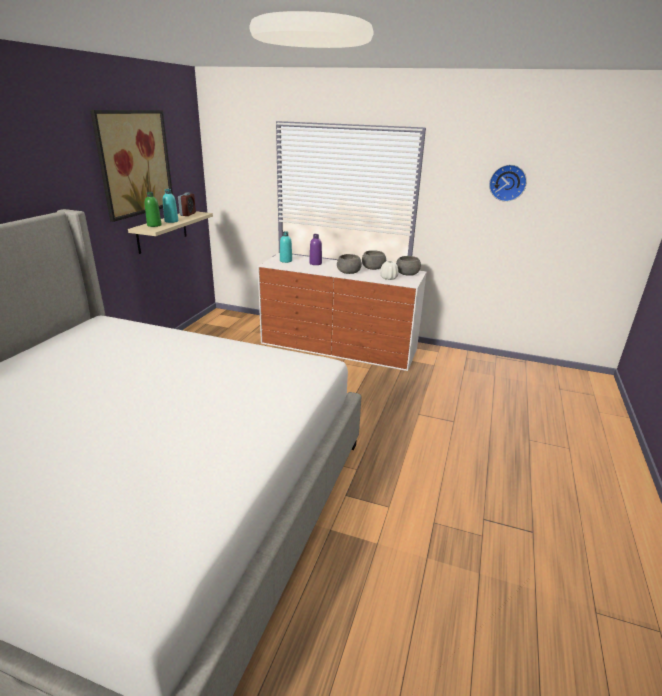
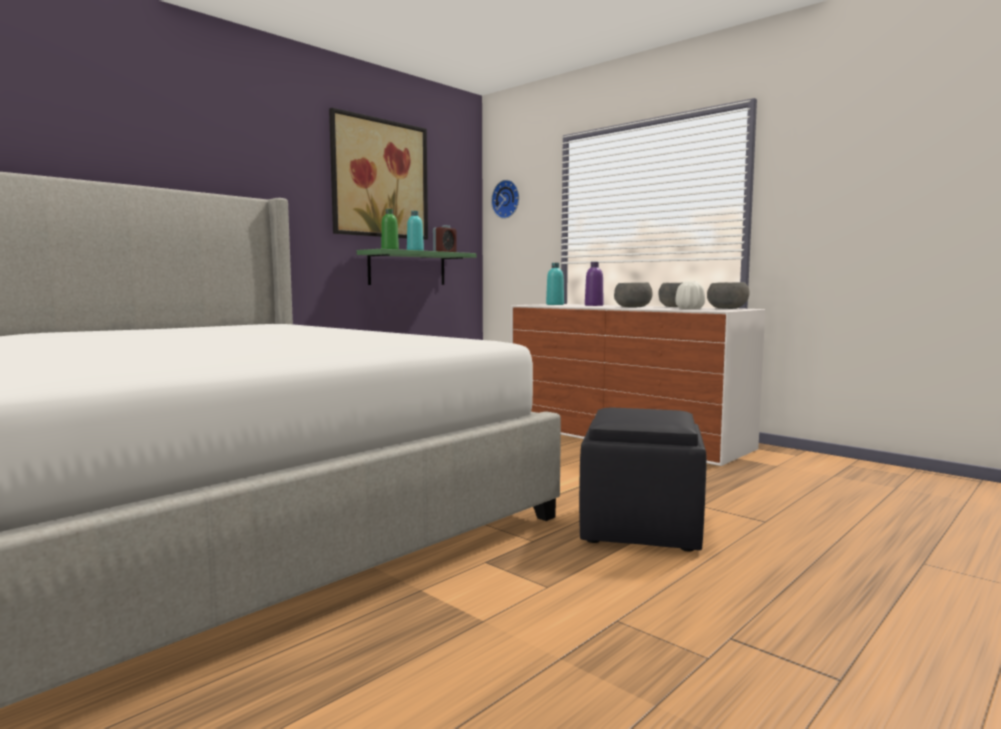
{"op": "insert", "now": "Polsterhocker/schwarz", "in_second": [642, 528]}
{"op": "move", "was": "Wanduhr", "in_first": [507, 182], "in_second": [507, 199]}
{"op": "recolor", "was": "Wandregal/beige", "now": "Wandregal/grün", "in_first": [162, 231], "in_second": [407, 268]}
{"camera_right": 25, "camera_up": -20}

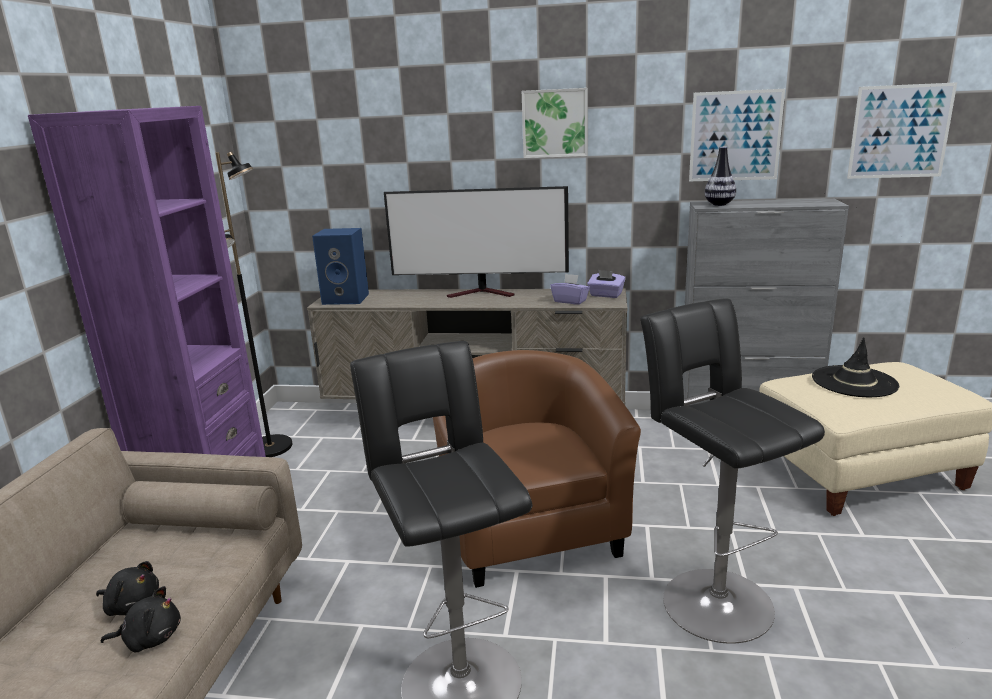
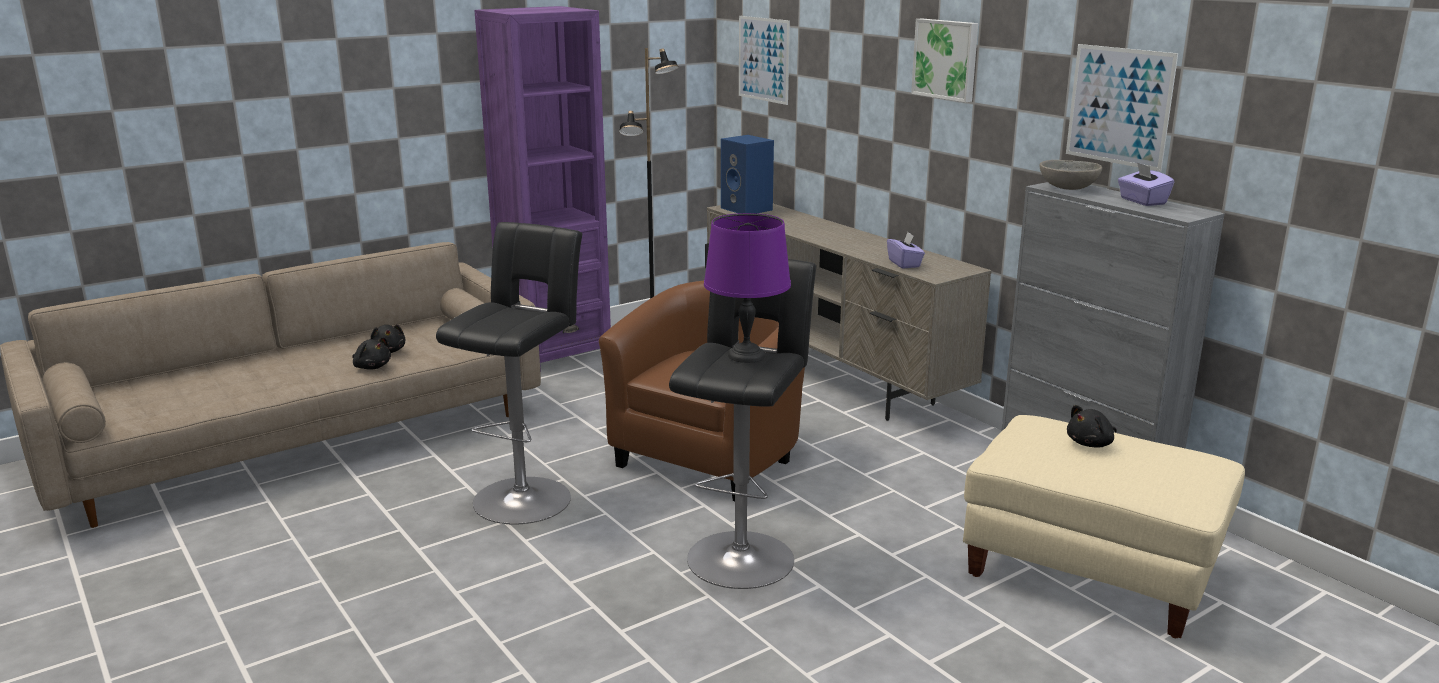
{"op": "delete", "was": "Fernseher", "in_first": [483, 293]}
{"op": "insert", "now": "Tischlampe/lila", "in_second": [745, 356]}
{"op": "move", "was": "Taschentuchbox/lila", "in_first": [606, 295], "in_second": [1142, 201]}
{"op": "move", "was": "Bild", "in_first": [900, 132], "in_second": [763, 59]}
{"op": "replace", "was": "Vase", "now": "Schüssel/grau", "in_first": [719, 204], "in_second": [1068, 188]}
{"op": "replace", "was": "Hut/schwarz", "now": "Plüschtier/schwarz", "in_first": [854, 382], "in_second": [1091, 444]}
{"camera_right": 45, "camera_up": 0}

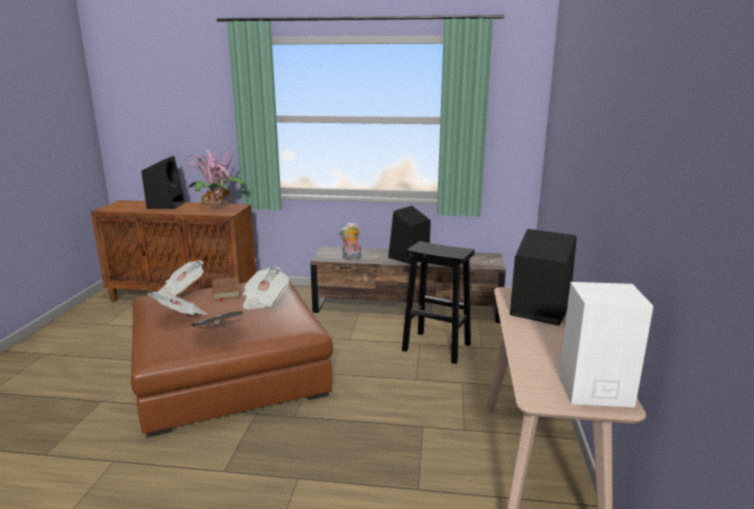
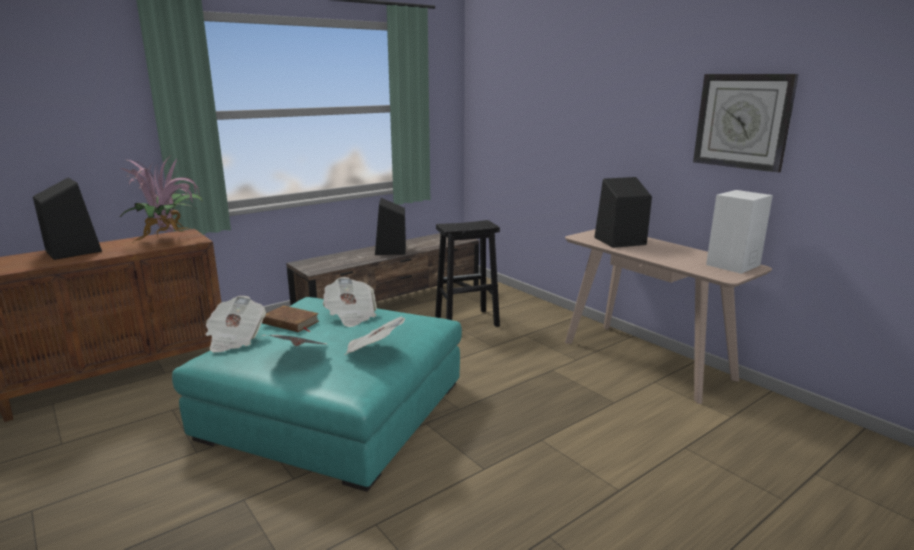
{"op": "delete", "was": "Plüschtier", "in_first": [351, 258]}
{"op": "insert", "now": "Wanduhr", "in_second": [743, 121]}
{"op": "recolor", "was": "Polsterhocker/braun", "now": "Polsterhocker/türkis", "in_first": [230, 372], "in_second": [334, 409]}
{"camera_right": -45, "camera_up": 0}

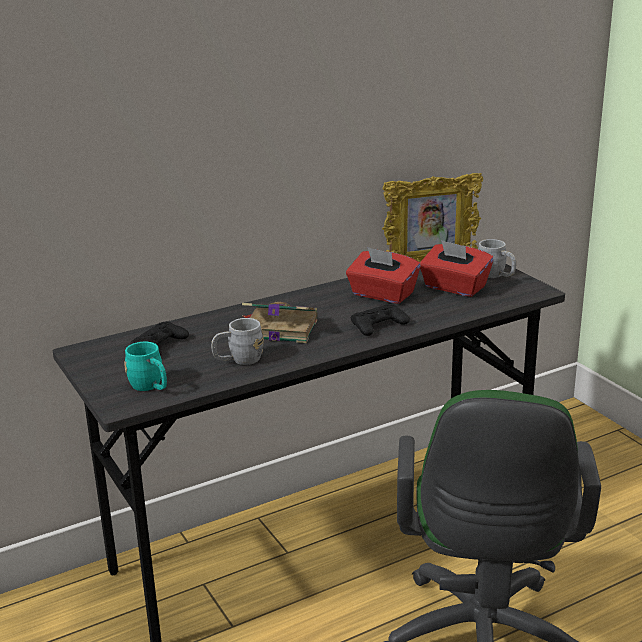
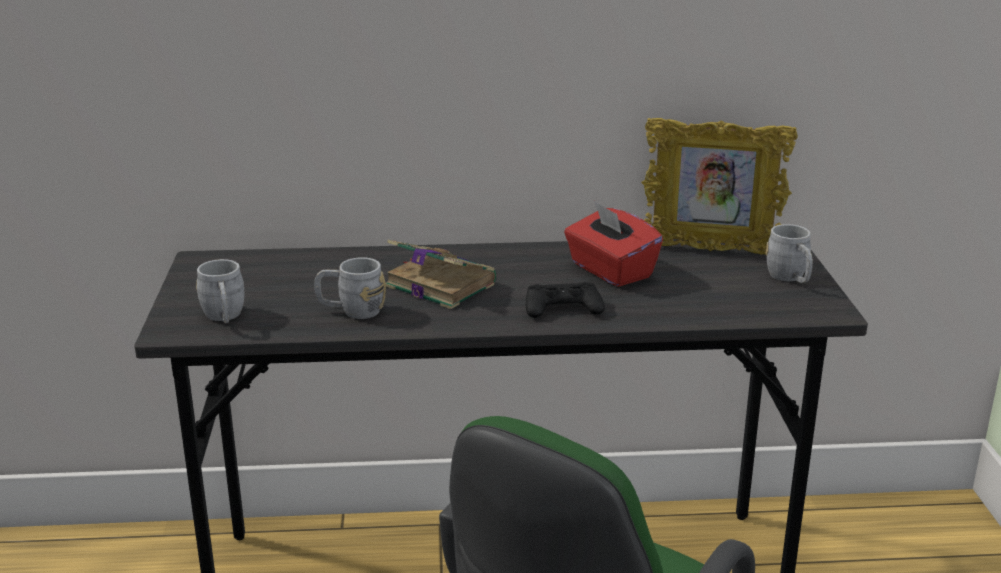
{"op": "delete", "was": "Gamepad/schwarz", "in_first": [159, 345]}
{"op": "delete", "was": "Taschentuchbox/rot", "in_first": [454, 287]}
{"op": "recolor", "was": "Henkelbecher/türkis", "now": "Henkelbecher/grau", "in_first": [150, 387], "in_second": [224, 318]}
{"camera_right": 25, "camera_up": 0}

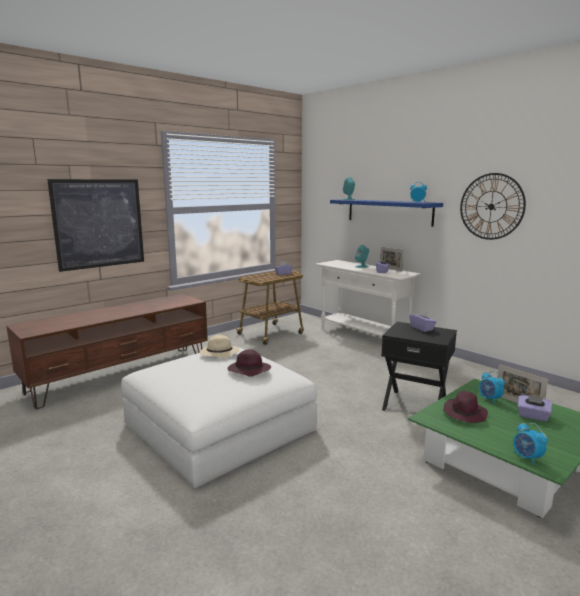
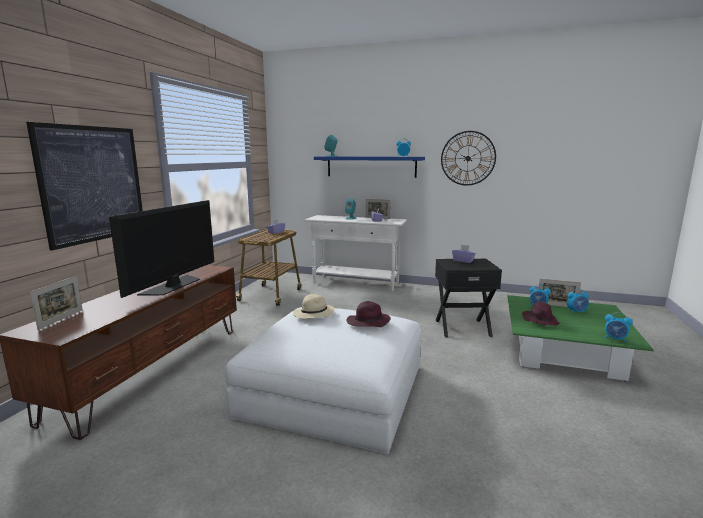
{"op": "insert", "now": "Bilderrahmen", "in_second": [61, 319]}
{"op": "insert", "now": "Fernseher", "in_second": [173, 285]}
{"op": "replace", "was": "Taschentuchbox/lila", "now": "Wecker", "in_first": [532, 416], "in_second": [576, 312]}
{"camera_right": -30, "camera_up": 0}

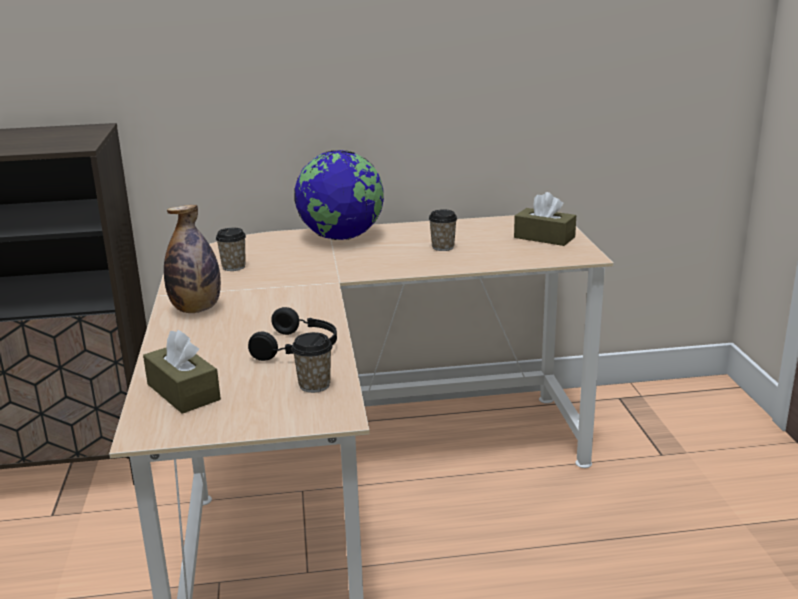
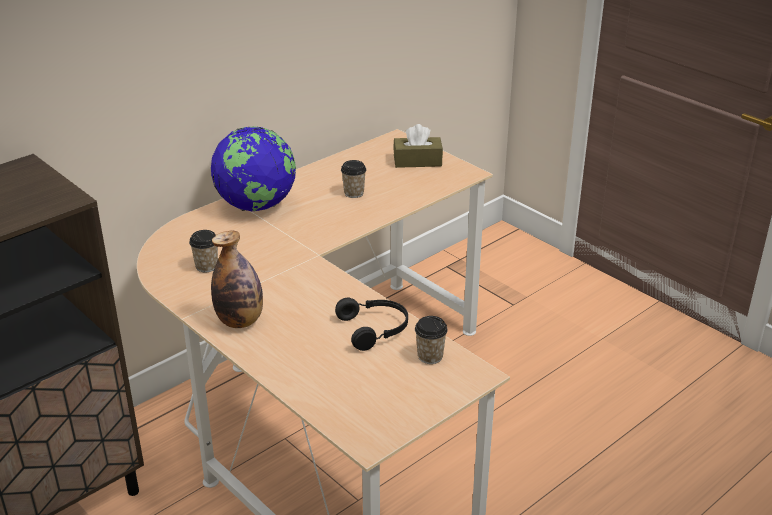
{"op": "delete", "was": "Taschentuchbox/braun", "in_first": [183, 392]}
{"camera_right": -35, "camera_up": 10}

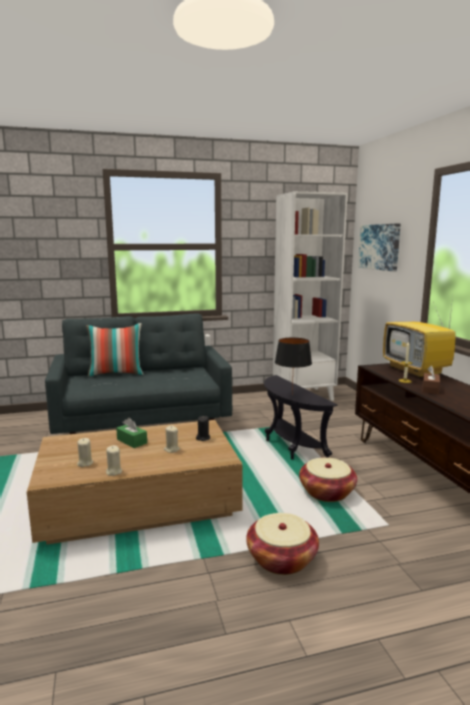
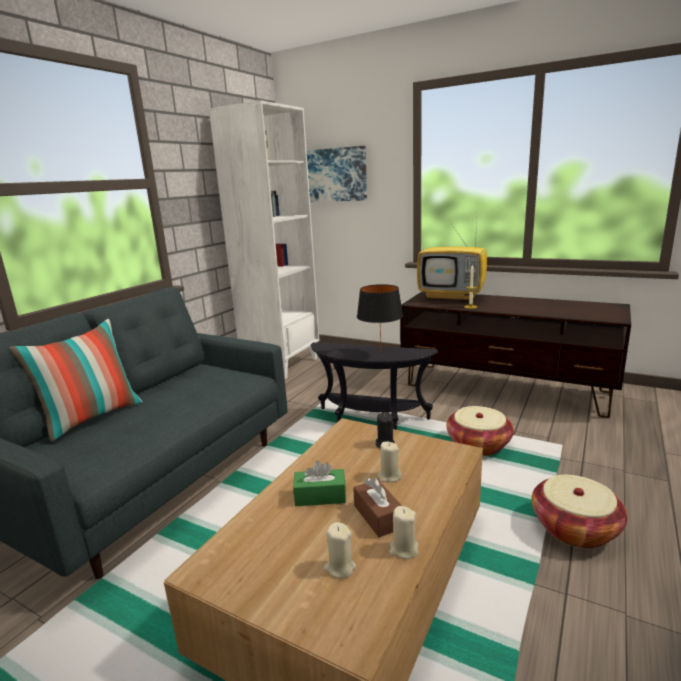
{"op": "move", "was": "Taschentuchbox/braun", "in_first": [430, 389], "in_second": [378, 516]}
{"camera_right": -45, "camera_up": 5}

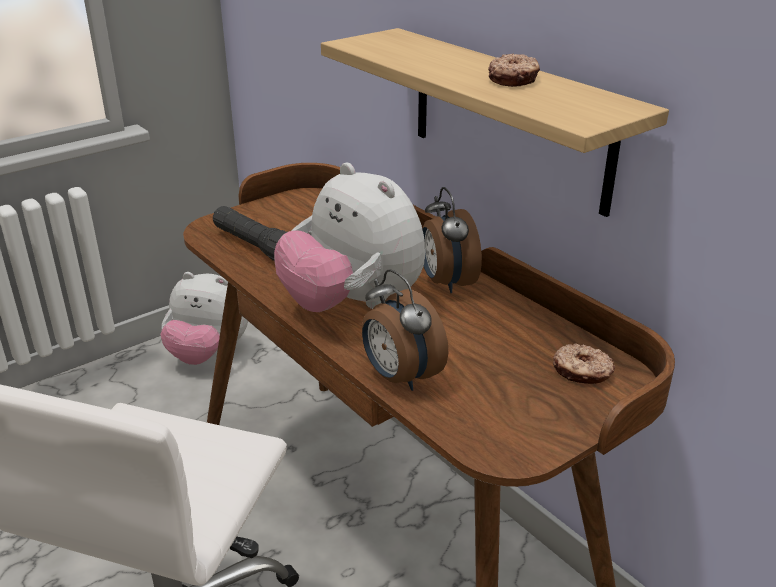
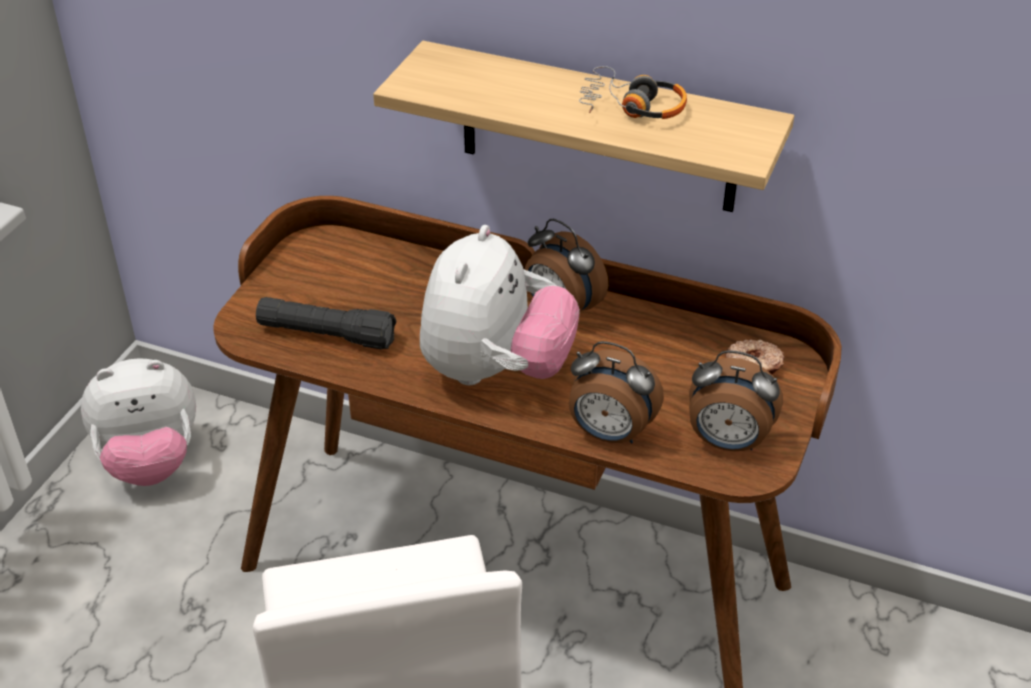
{"op": "insert", "now": "Wecker", "in_second": [727, 442]}
{"op": "replace", "was": "Donut", "now": "Kopfhörer", "in_first": [514, 79], "in_second": [631, 107]}
{"op": "rotate", "was": "Plüschtier", "in_first": [352, 305], "in_second": [495, 371], "clockwise": -90}
{"camera_right": -30, "camera_up": 10}

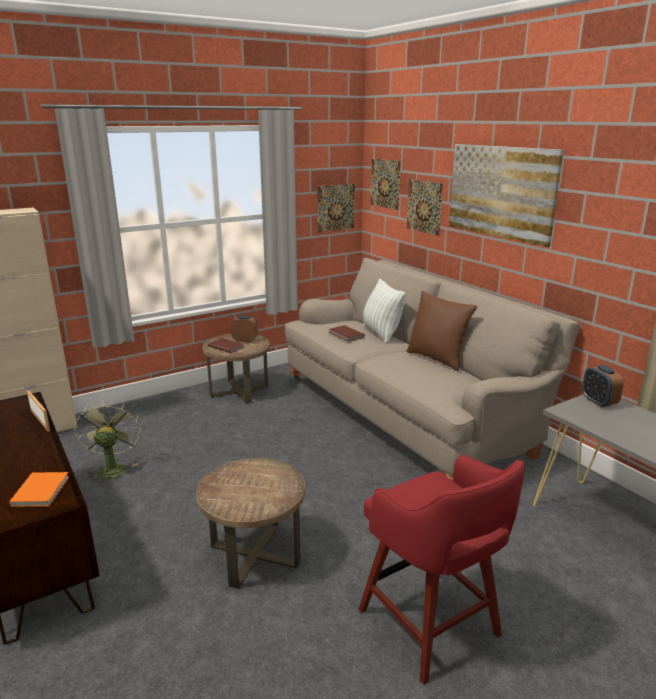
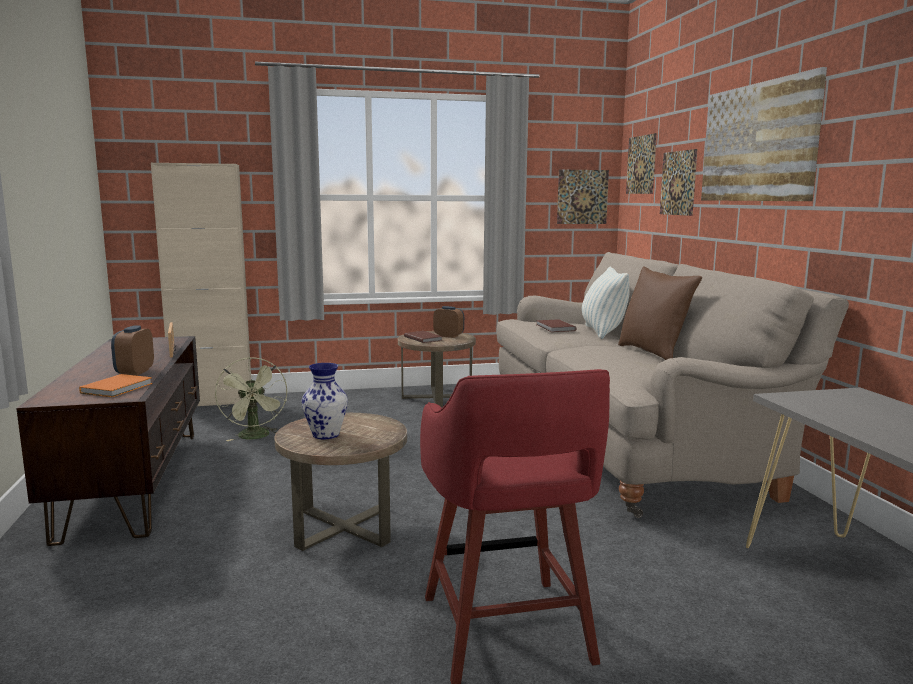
{"op": "insert", "now": "Vase", "in_second": [326, 435]}
{"op": "move", "was": "Wecker", "in_first": [598, 402], "in_second": [135, 372]}
{"op": "rotate", "was": "Ventilator/grün", "in_first": [111, 468], "in_second": [255, 437], "clockwise": 150}
{"camera_right": 20, "camera_up": -10}

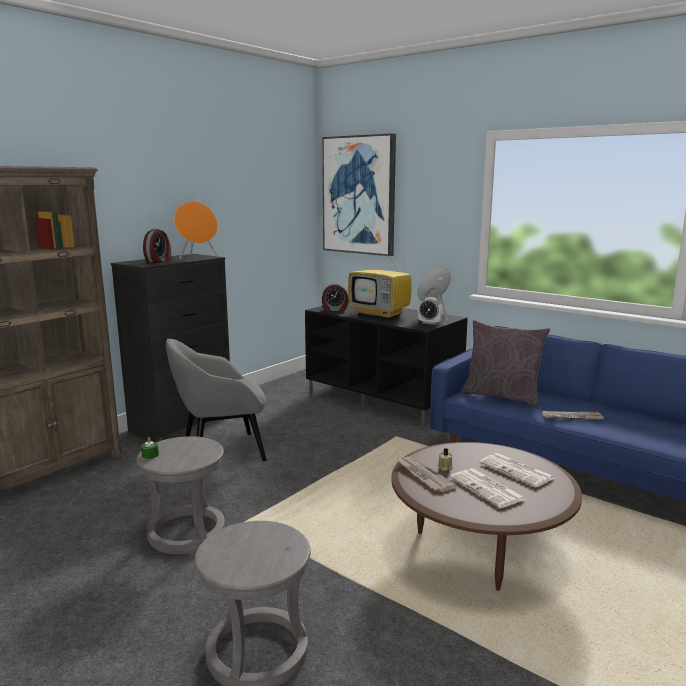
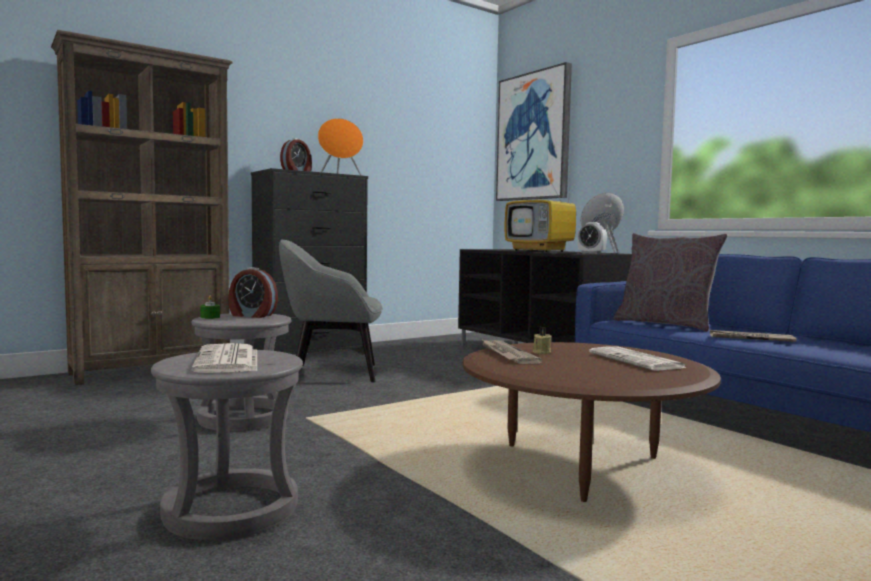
{"op": "move", "was": "Wecker", "in_first": [335, 310], "in_second": [252, 315]}
{"op": "move", "was": "Zeitung", "in_first": [488, 489], "in_second": [228, 361]}
{"camera_right": 15, "camera_up": -10}

